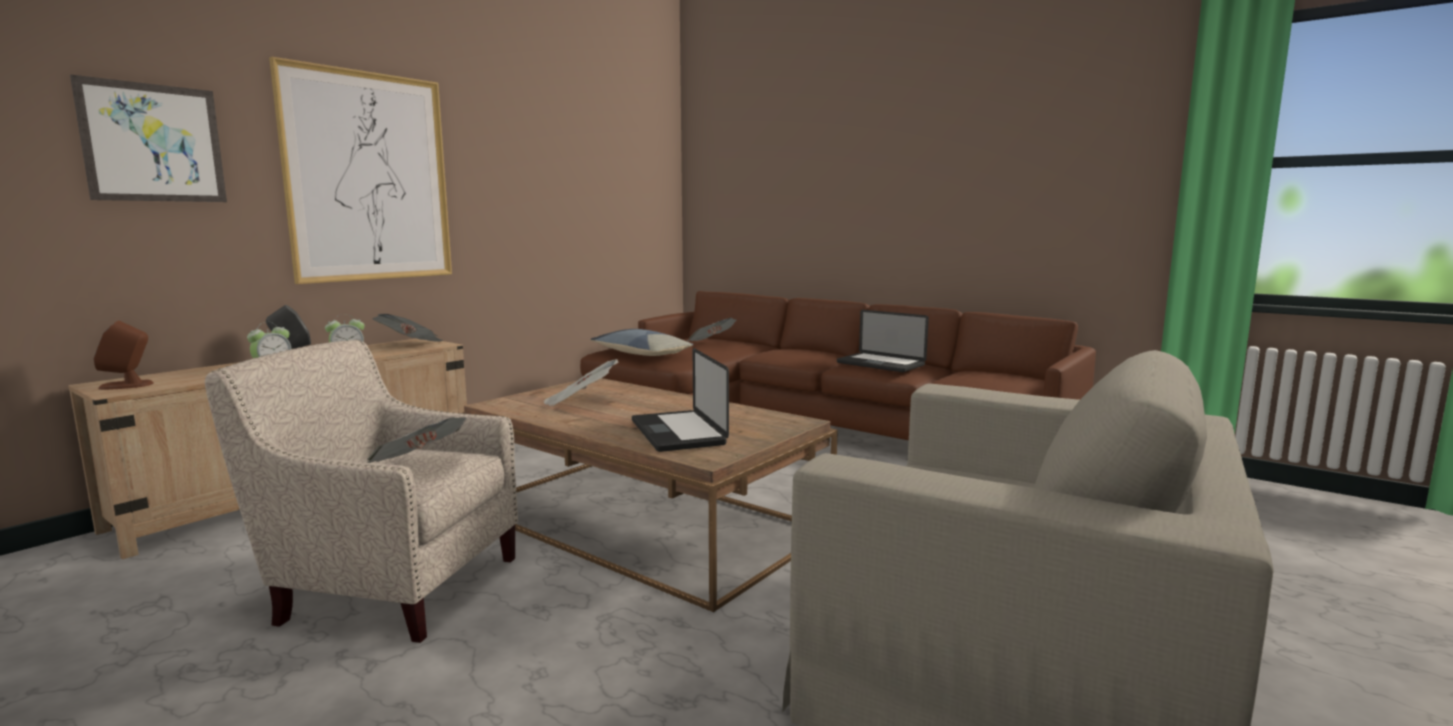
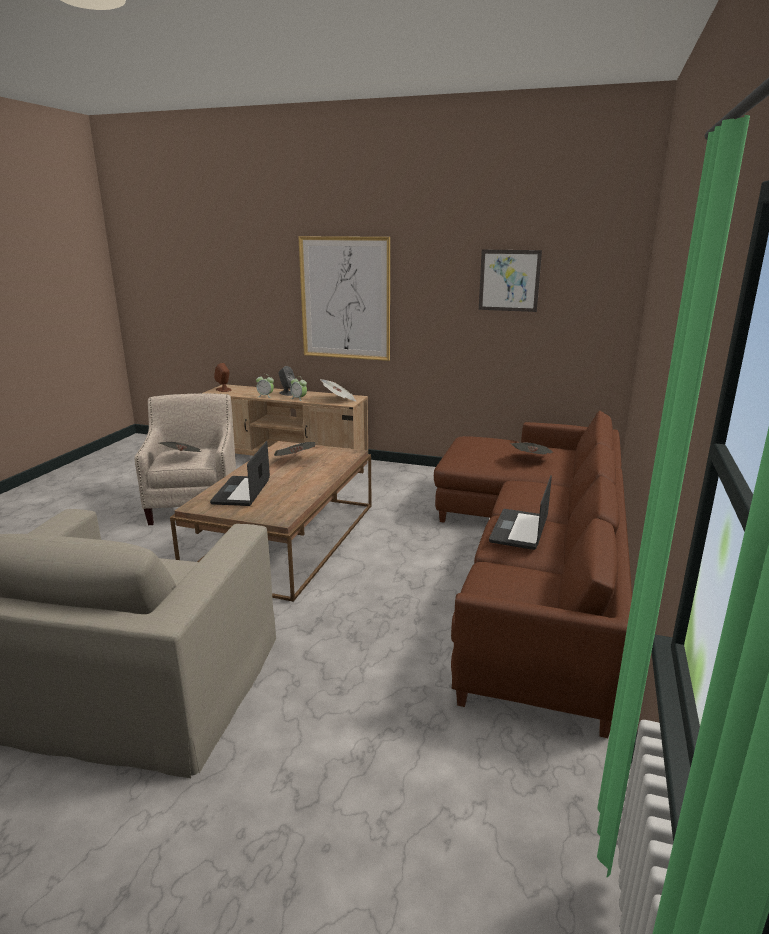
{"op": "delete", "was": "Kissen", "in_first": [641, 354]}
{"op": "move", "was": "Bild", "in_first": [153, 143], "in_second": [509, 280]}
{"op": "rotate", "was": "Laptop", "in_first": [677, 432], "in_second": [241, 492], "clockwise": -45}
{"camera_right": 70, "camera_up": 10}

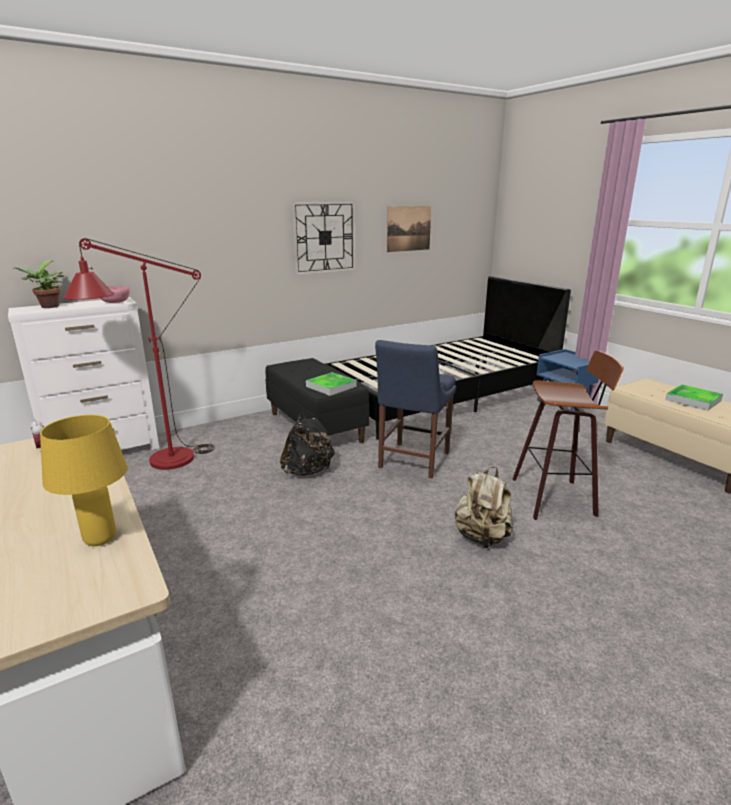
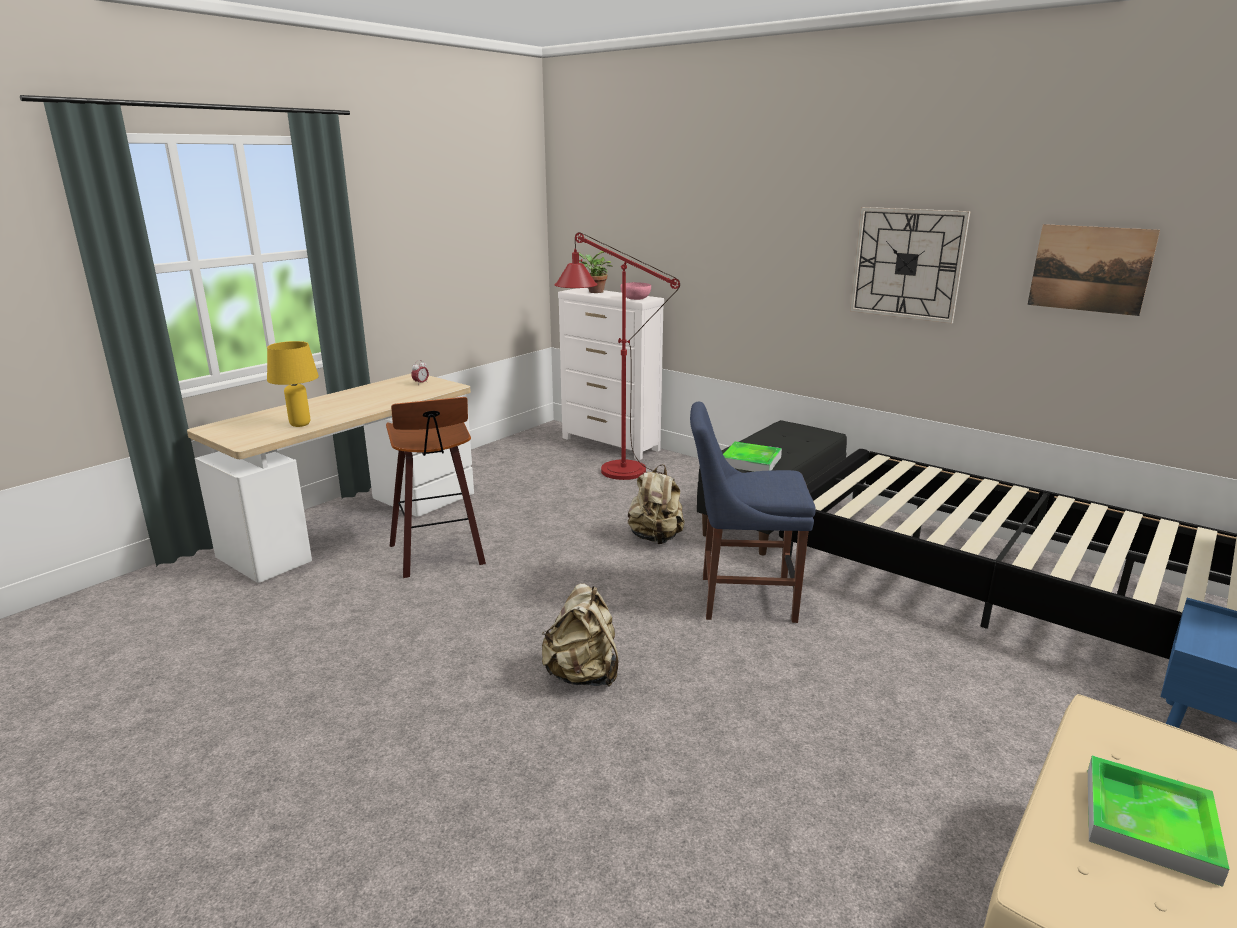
{"op": "move", "was": "Hocker", "in_first": [556, 497], "in_second": [440, 555]}
{"op": "recolor", "was": "Rucksack/schwarz", "now": "Rucksack/beige", "in_first": [308, 471], "in_second": [656, 538]}
{"camera_right": 70, "camera_up": 0}

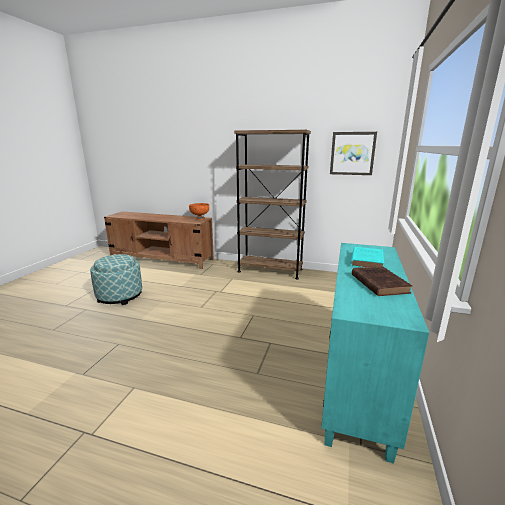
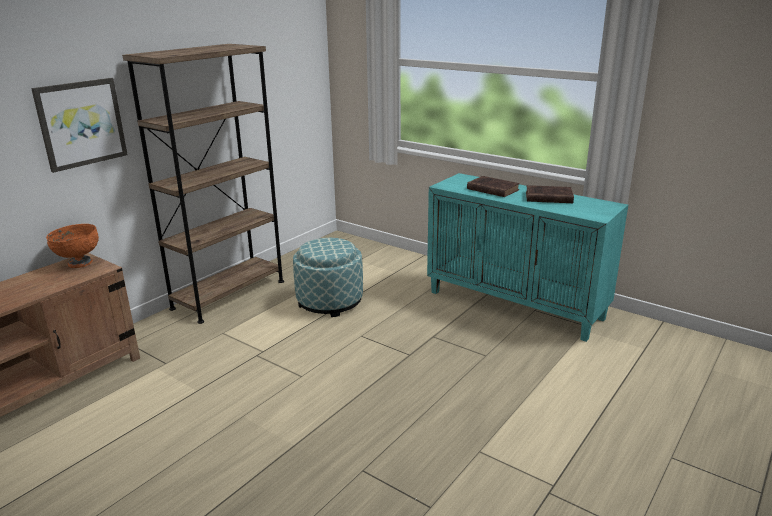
{"op": "move", "was": "Polsterhocker", "in_first": [120, 296], "in_second": [329, 301]}
{"op": "move", "was": "Bild", "in_first": [352, 153], "in_second": [81, 123]}
{"op": "recolor", "was": "Buch/türkis", "now": "Buch/braun", "in_first": [366, 260], "in_second": [491, 189]}
{"camera_right": -70, "camera_up": 5}

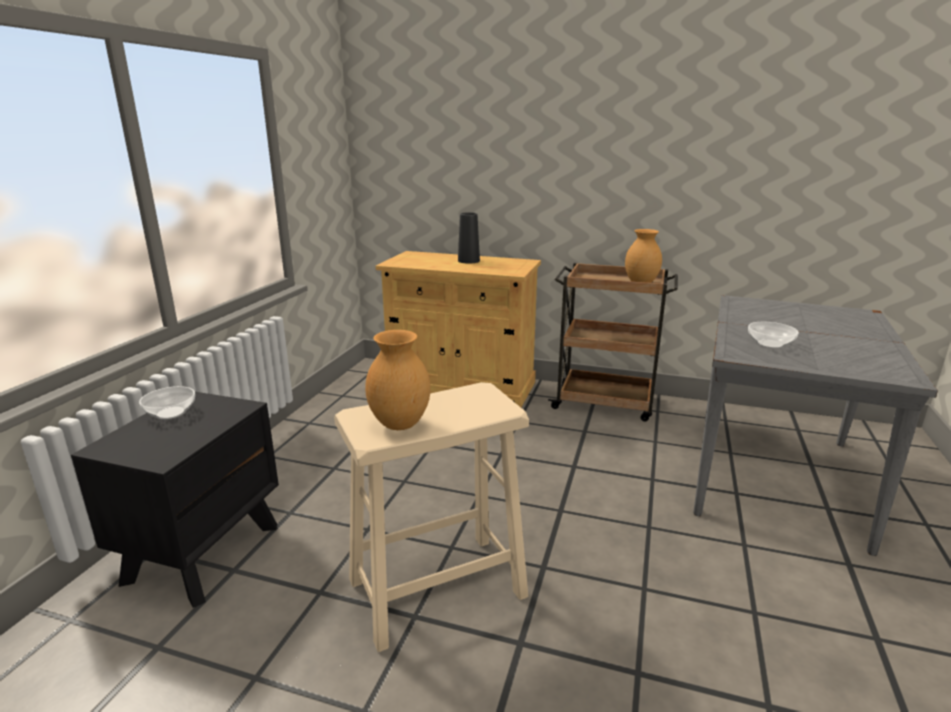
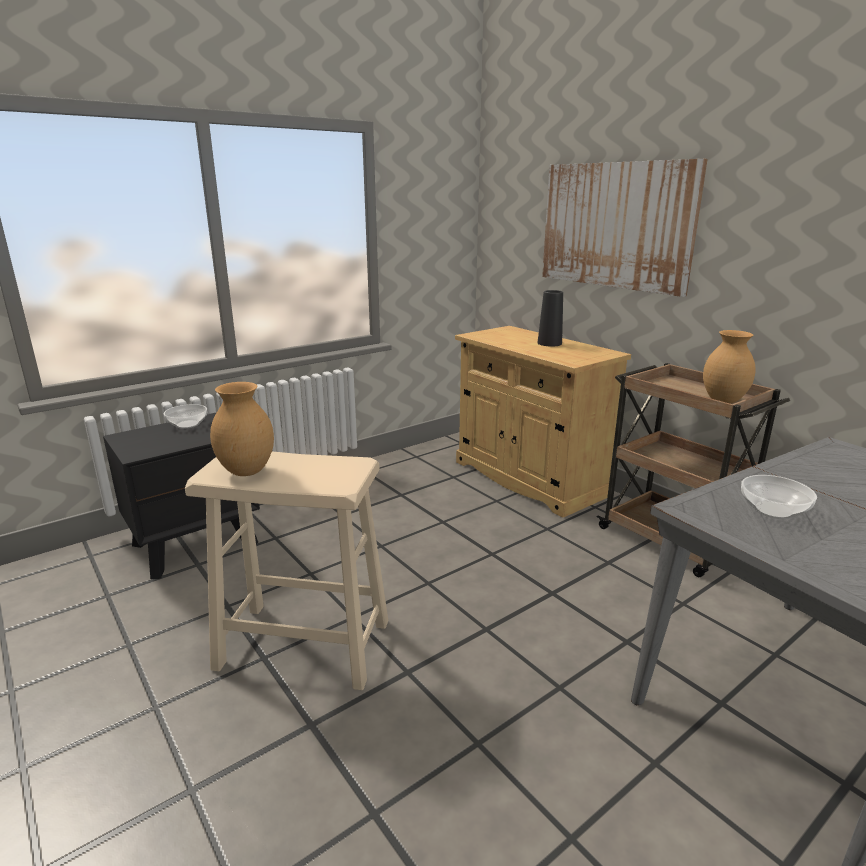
{"op": "insert", "now": "Bild", "in_second": [615, 225]}
{"camera_right": 35, "camera_up": 0}

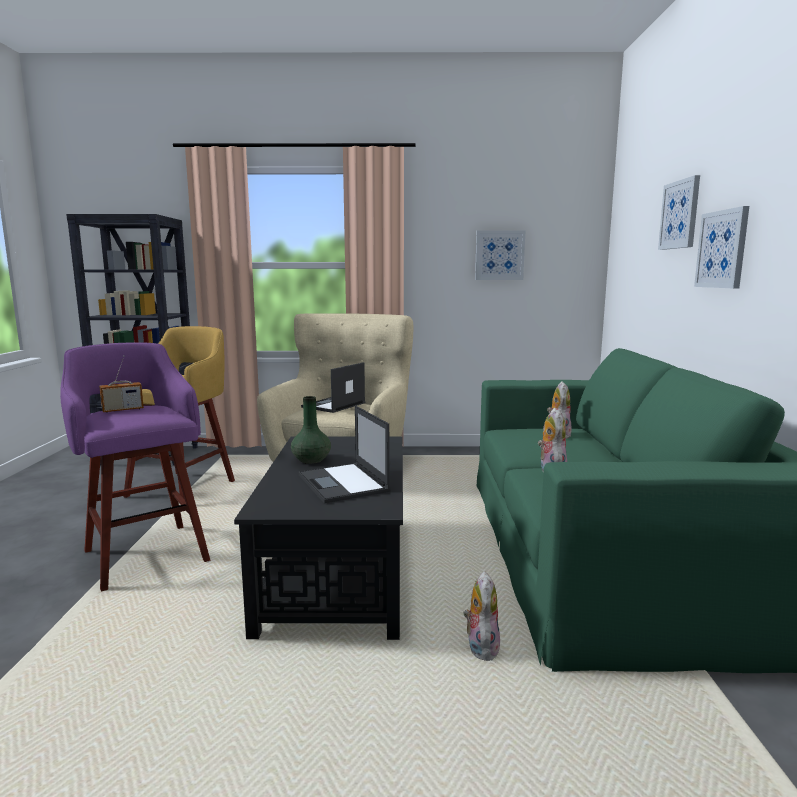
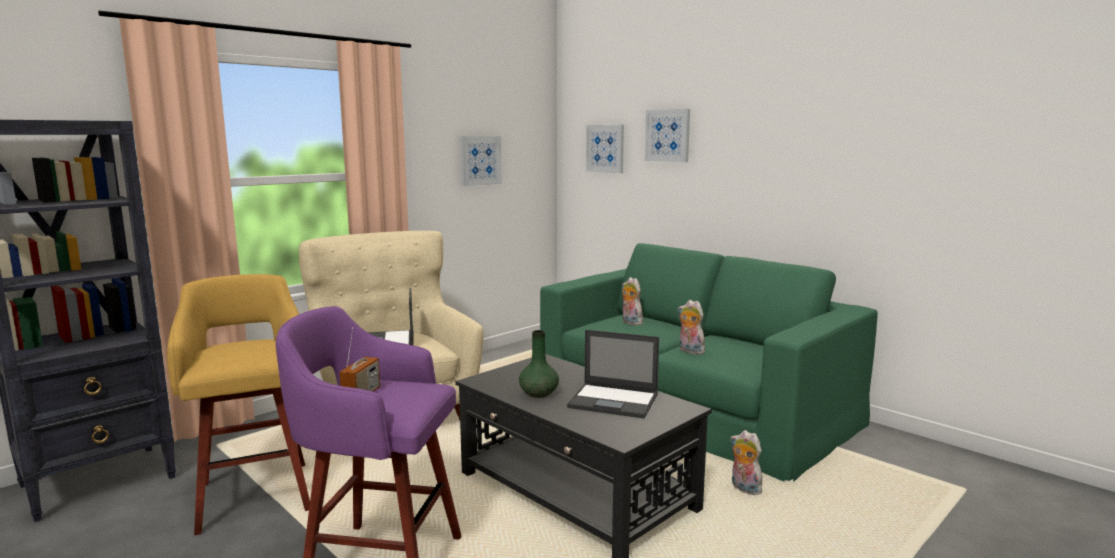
{"op": "move", "was": "Bild", "in_first": [722, 249], "in_second": [605, 148]}
{"camera_right": -45, "camera_up": 0}

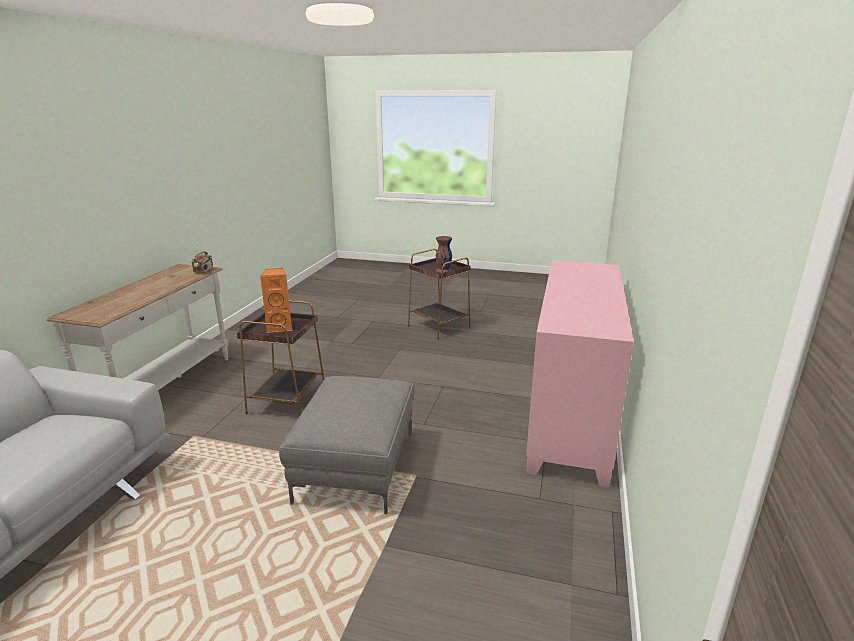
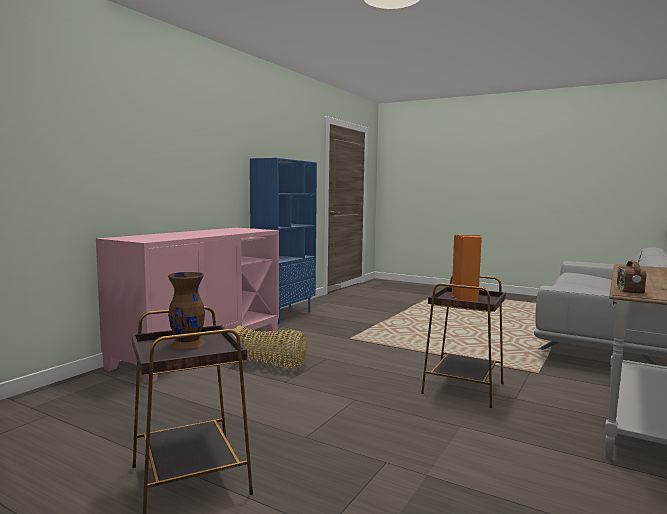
{"op": "delete", "was": "Polsterhocker/grau", "in_first": [355, 466]}
{"op": "insert", "now": "Korb", "in_second": [270, 365]}
{"op": "insert", "now": "Bücherregal/blau", "in_second": [284, 315]}
{"camera_right": -165, "camera_up": -15}

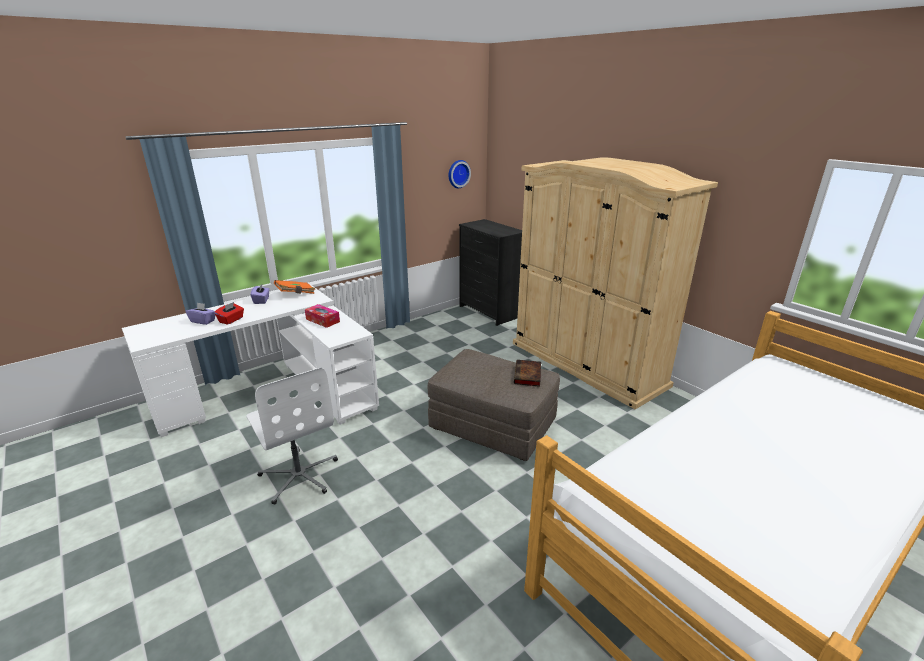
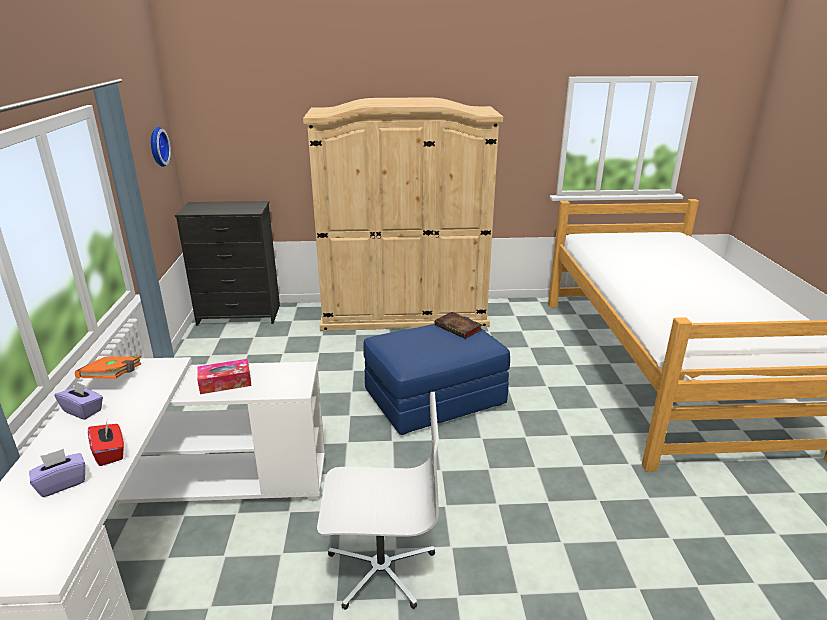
{"op": "recolor", "was": "Polsterhocker/grau", "now": "Polsterhocker/blau", "in_first": [493, 424], "in_second": [435, 398]}
{"camera_right": -55, "camera_up": 0}

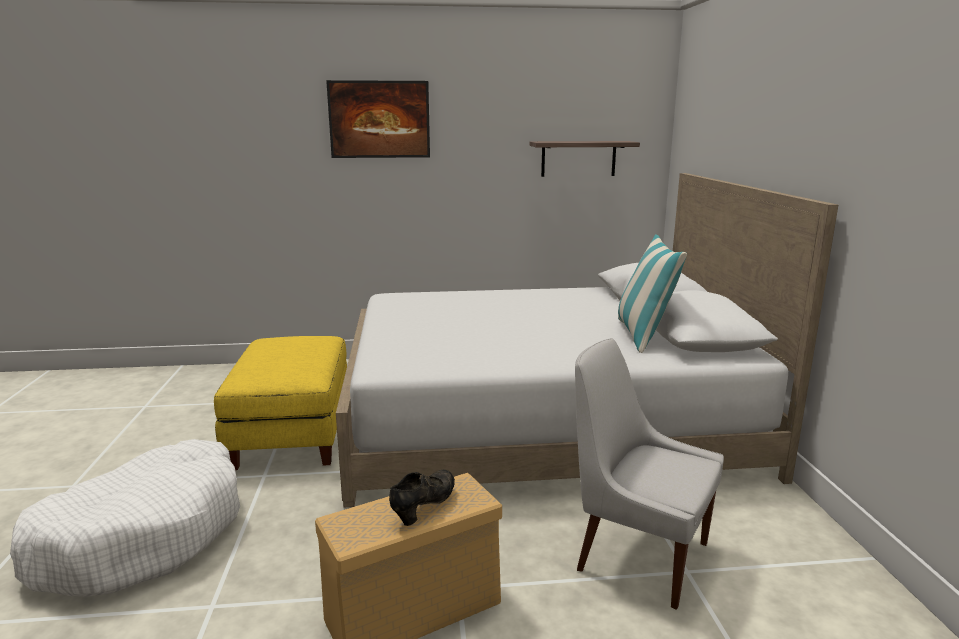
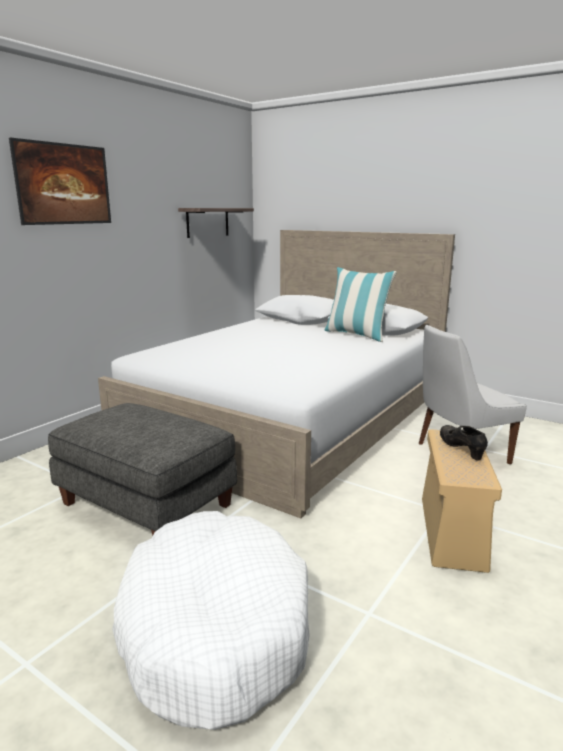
{"op": "recolor", "was": "Polsterhocker/gelb", "now": "Polsterhocker/grau", "in_first": [294, 433], "in_second": [148, 504]}
{"camera_right": -50, "camera_up": 0}

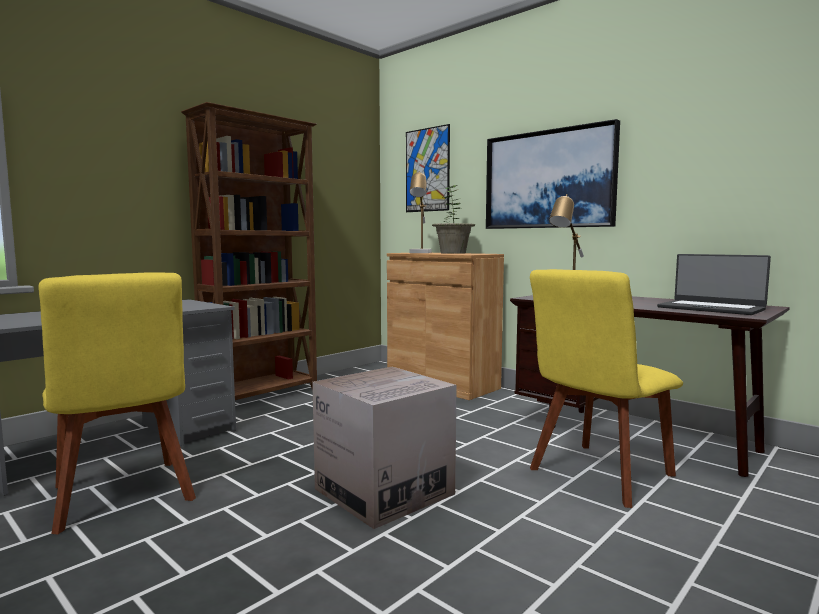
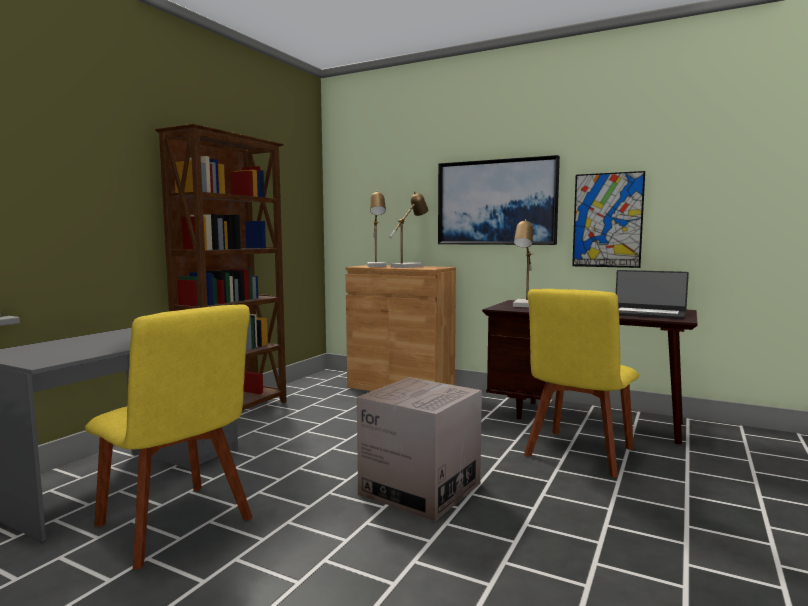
{"op": "move", "was": "Bild", "in_first": [427, 170], "in_second": [607, 220]}
{"op": "replace", "was": "Topfpflanze", "now": "Tischlampe", "in_first": [453, 253], "in_second": [409, 266]}
{"camera_right": -15, "camera_up": 0}

